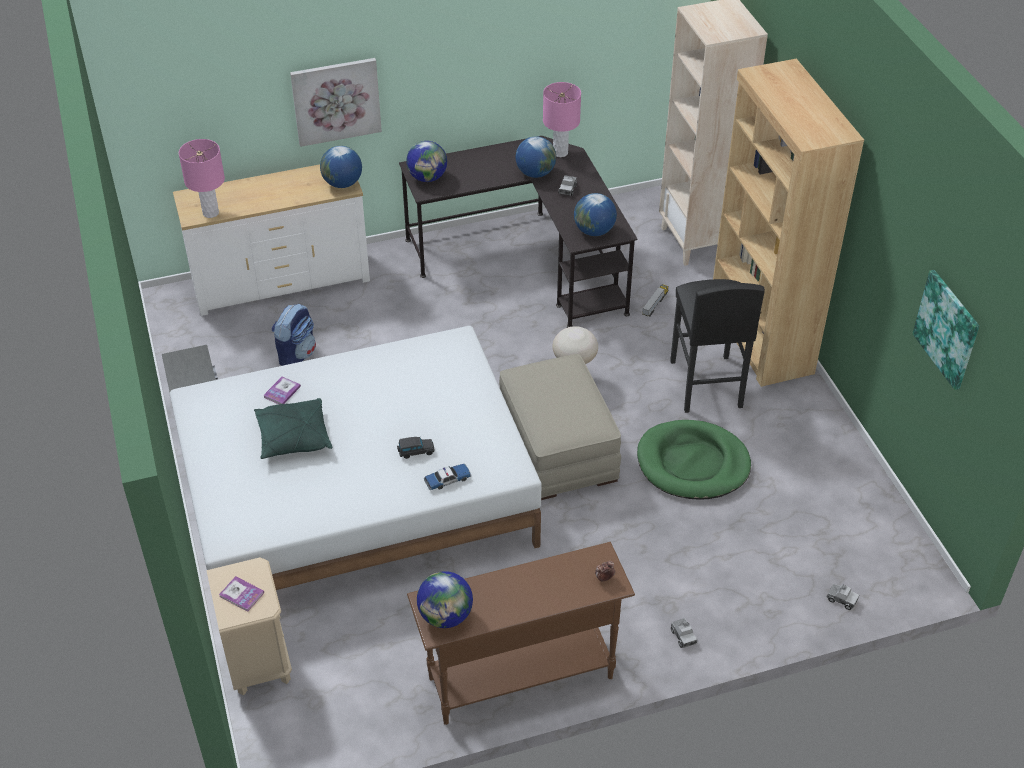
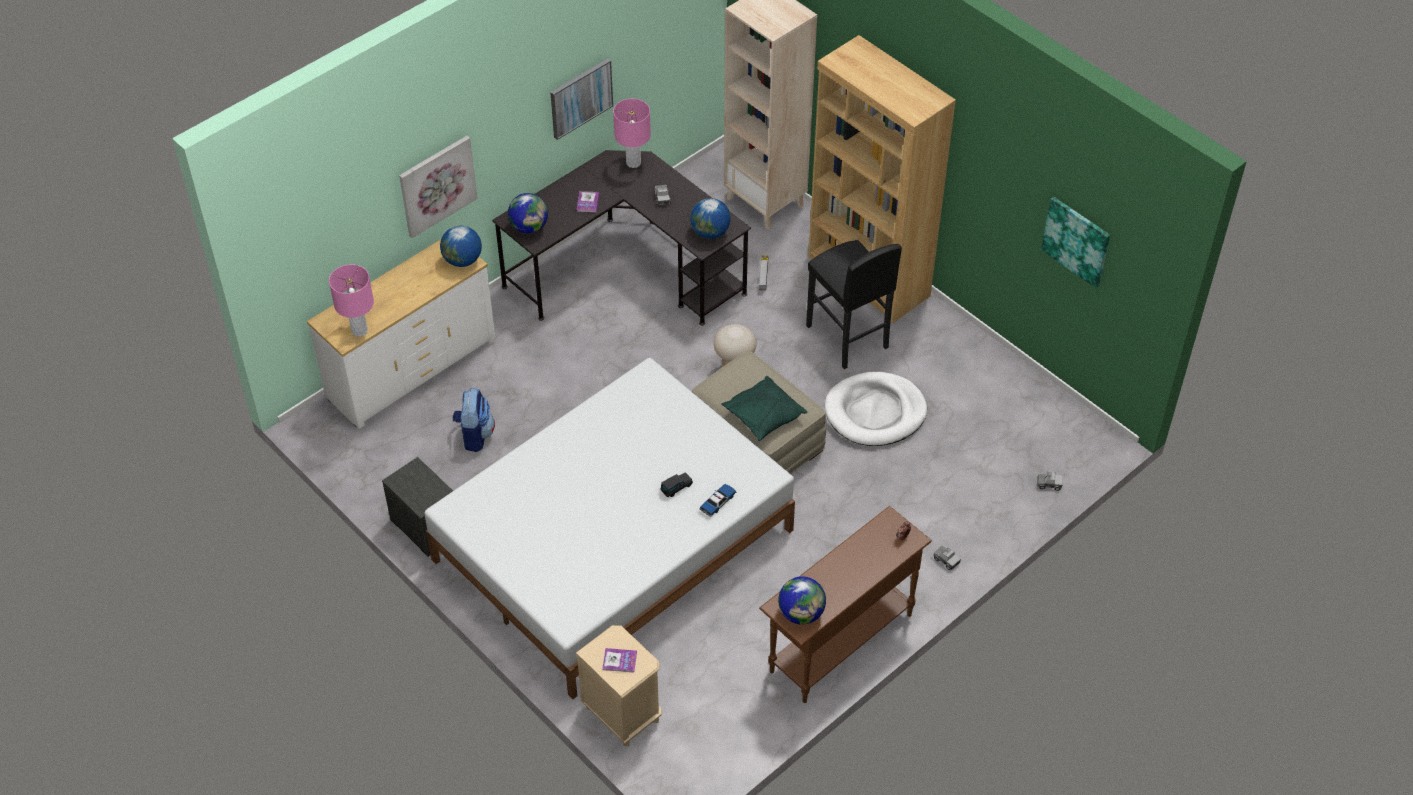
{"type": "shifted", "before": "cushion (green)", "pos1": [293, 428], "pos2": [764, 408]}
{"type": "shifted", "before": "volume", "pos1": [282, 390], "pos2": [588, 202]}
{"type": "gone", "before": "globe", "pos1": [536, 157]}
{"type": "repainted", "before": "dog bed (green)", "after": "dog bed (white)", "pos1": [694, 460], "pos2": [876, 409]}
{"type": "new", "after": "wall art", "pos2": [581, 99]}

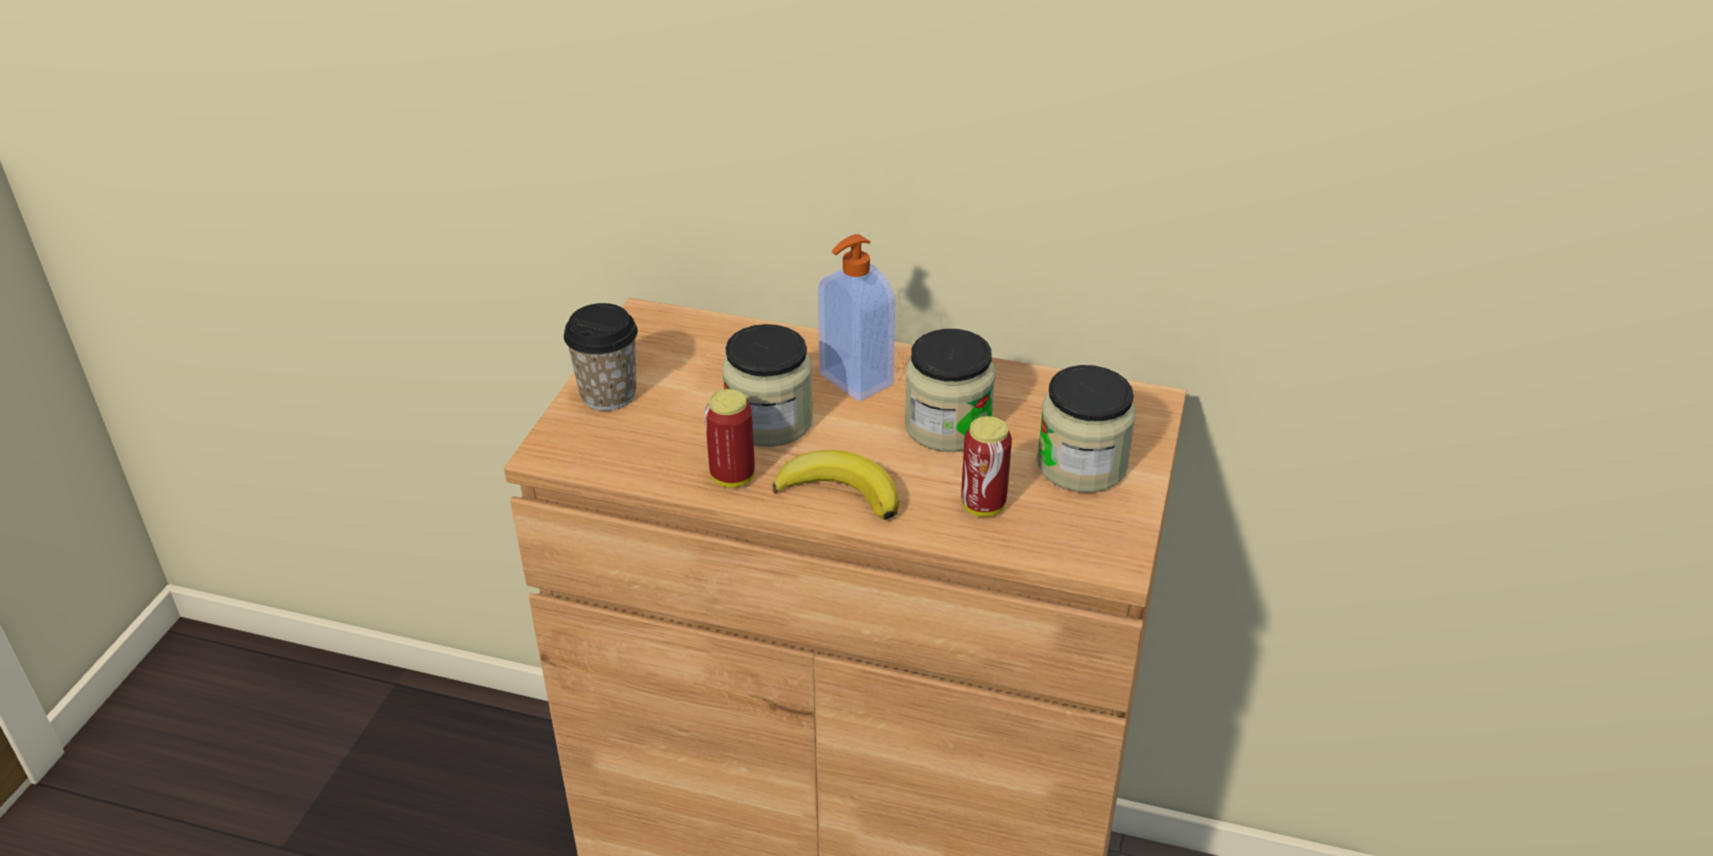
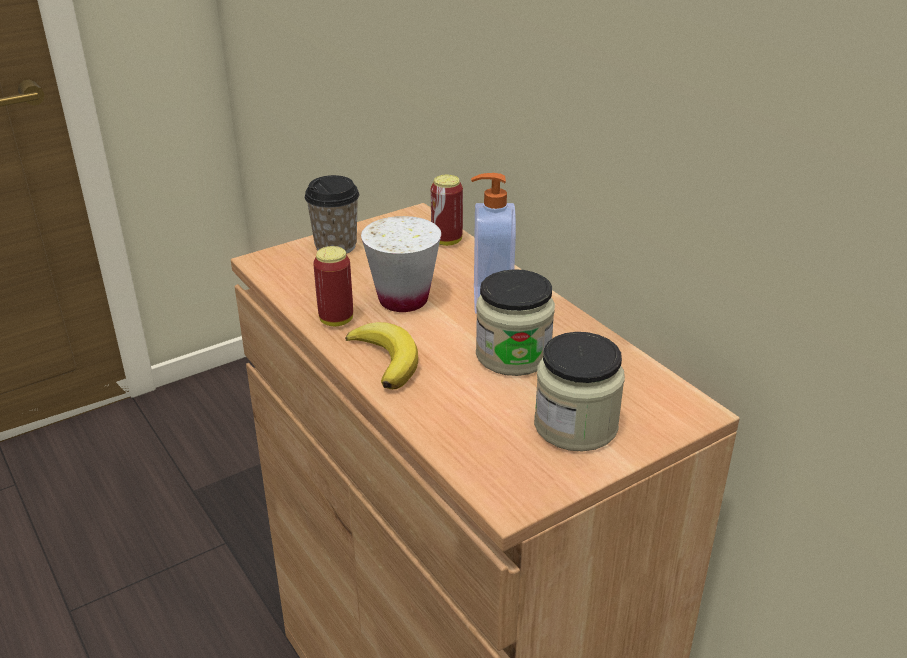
{"type": "swapped", "before": "preserve jar", "after": "drinking cup (white)", "pos1": [767, 385], "pos2": [401, 264]}
{"type": "shifted", "before": "metal can", "pos1": [986, 466], "pos2": [447, 210]}

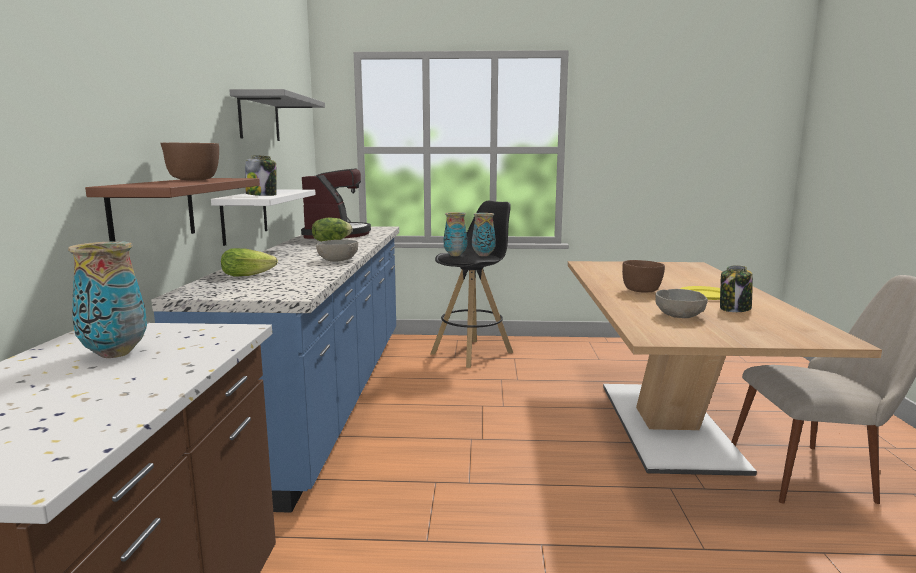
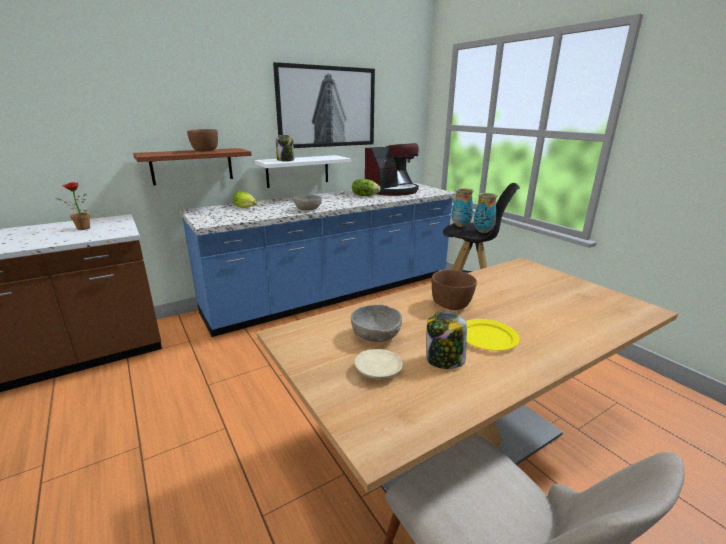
{"type": "swapped", "before": "decorative vase", "after": "houseplant", "pos1": [107, 299], "pos2": [73, 206]}
{"type": "swapped", "before": "wall shelf (gray)", "after": "wall art", "pos1": [277, 115], "pos2": [324, 105]}
{"type": "new", "after": "dinner plate (beige-coloured)", "pos2": [379, 364]}

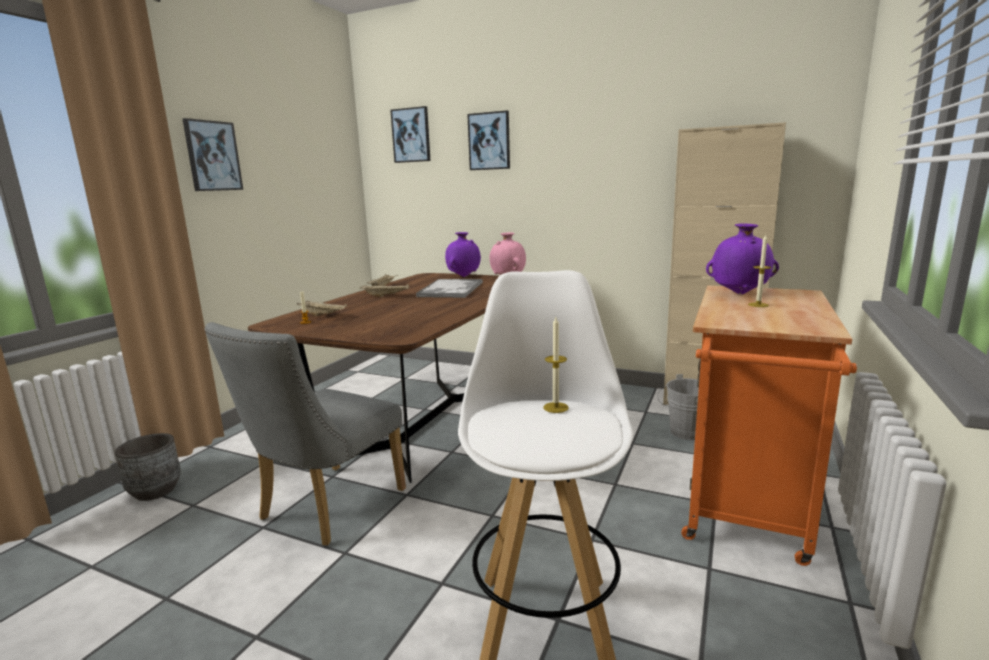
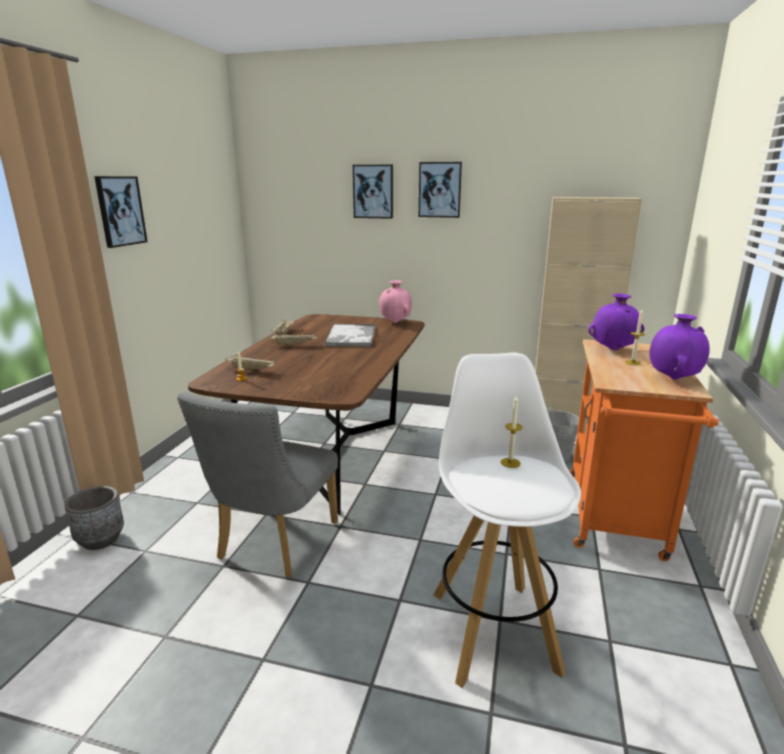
{"type": "shifted", "before": "wall art", "pos1": [410, 134], "pos2": [440, 190]}
{"type": "shifted", "before": "decorative vase (purplish)", "pos1": [463, 254], "pos2": [679, 347]}

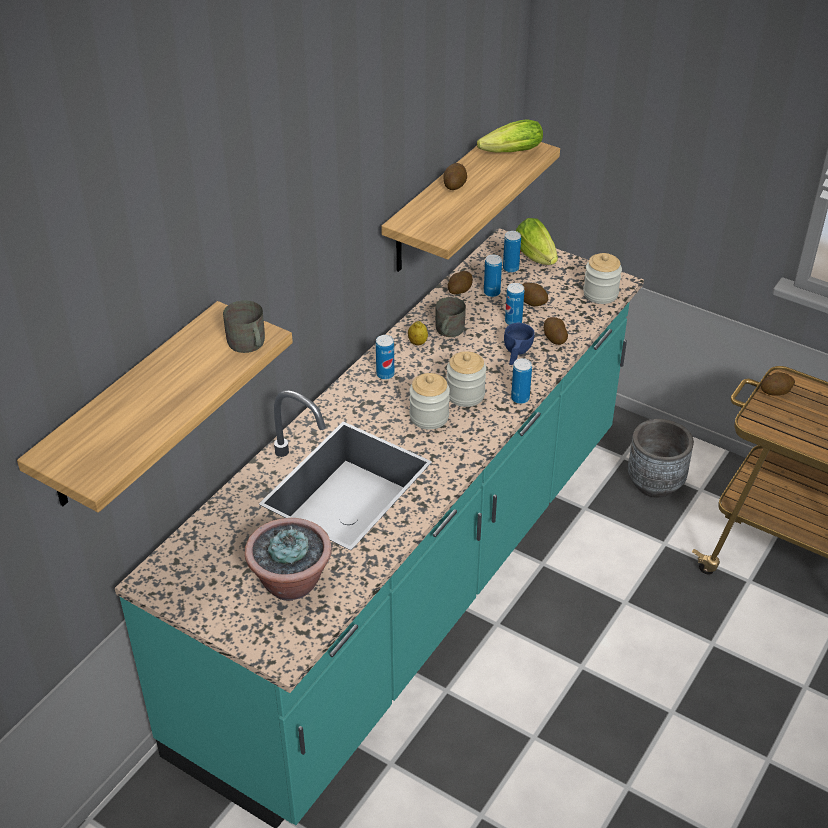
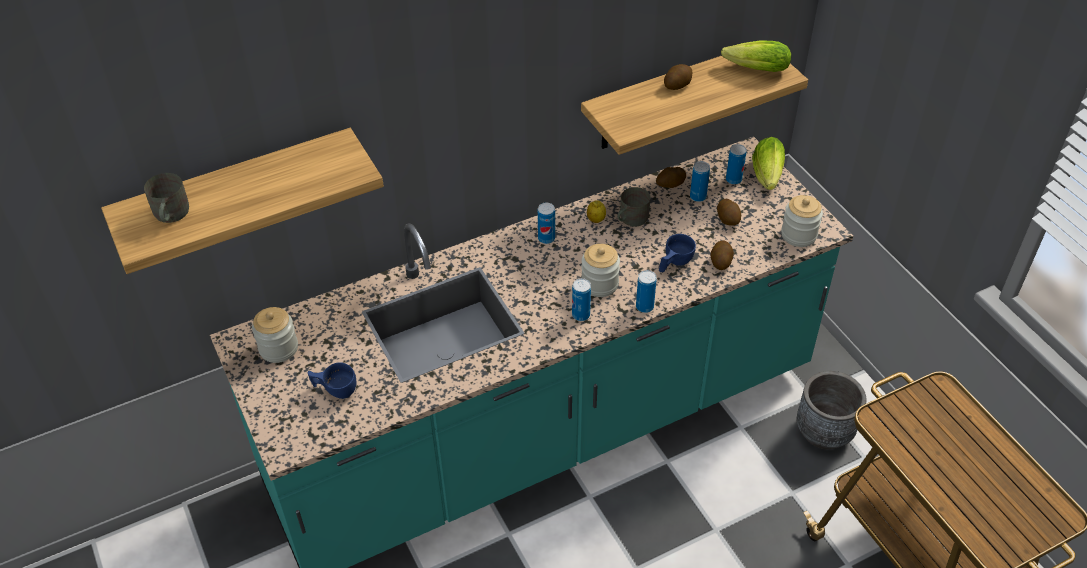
{"type": "shifted", "before": "tea mug (gray)", "pos1": [244, 326], "pos2": [166, 198]}
{"type": "swapped", "before": "houseplant", "after": "drinking cup (blue-coloured)", "pos1": [288, 559], "pos2": [332, 380]}
{"type": "shifted", "before": "preserve jar", "pos1": [429, 401], "pos2": [275, 335]}
{"type": "shifted", "before": "metal can", "pos1": [514, 304], "pos2": [581, 299]}
{"type": "gone", "before": "spud", "pos1": [778, 384]}

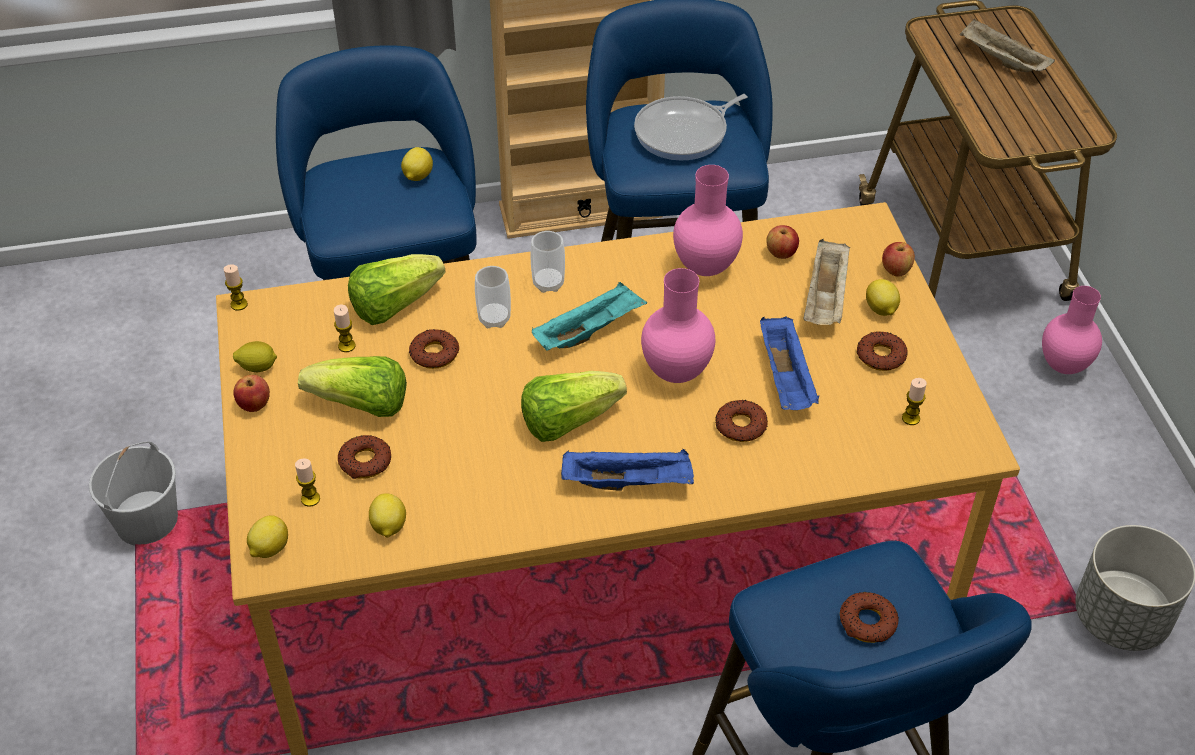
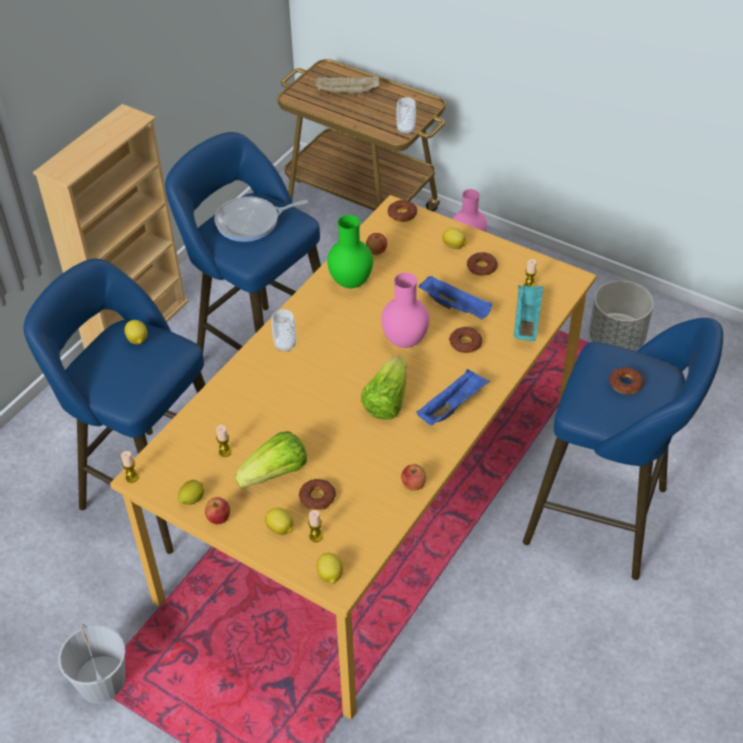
{"type": "gone", "before": "lettuce head", "pos1": [397, 289]}
{"type": "shifted", "before": "whole lemon", "pos1": [387, 516], "pos2": [279, 521]}
{"type": "shifted", "before": "donut", "pos1": [434, 349], "pos2": [402, 211]}
{"type": "shifted", "before": "drinking cup", "pos1": [493, 297], "pos2": [406, 115]}
{"type": "shifted", "before": "carrying tray (turquoise-coloured)", "pos1": [589, 316], "pos2": [529, 313]}
{"type": "rotated", "before": "pan", "pos1": [691, 127], "pos2": [261, 219], "turn": 60}
{"type": "repainted", "before": "decorative vase (pink)", "after": "decorative vase (green)", "pos1": [708, 220], "pos2": [350, 251]}
{"type": "gone", "before": "carrying tray (beige-coloured)", "pos1": [827, 282]}
{"type": "shifted", "before": "apple", "pos1": [898, 259], "pos2": [413, 477]}

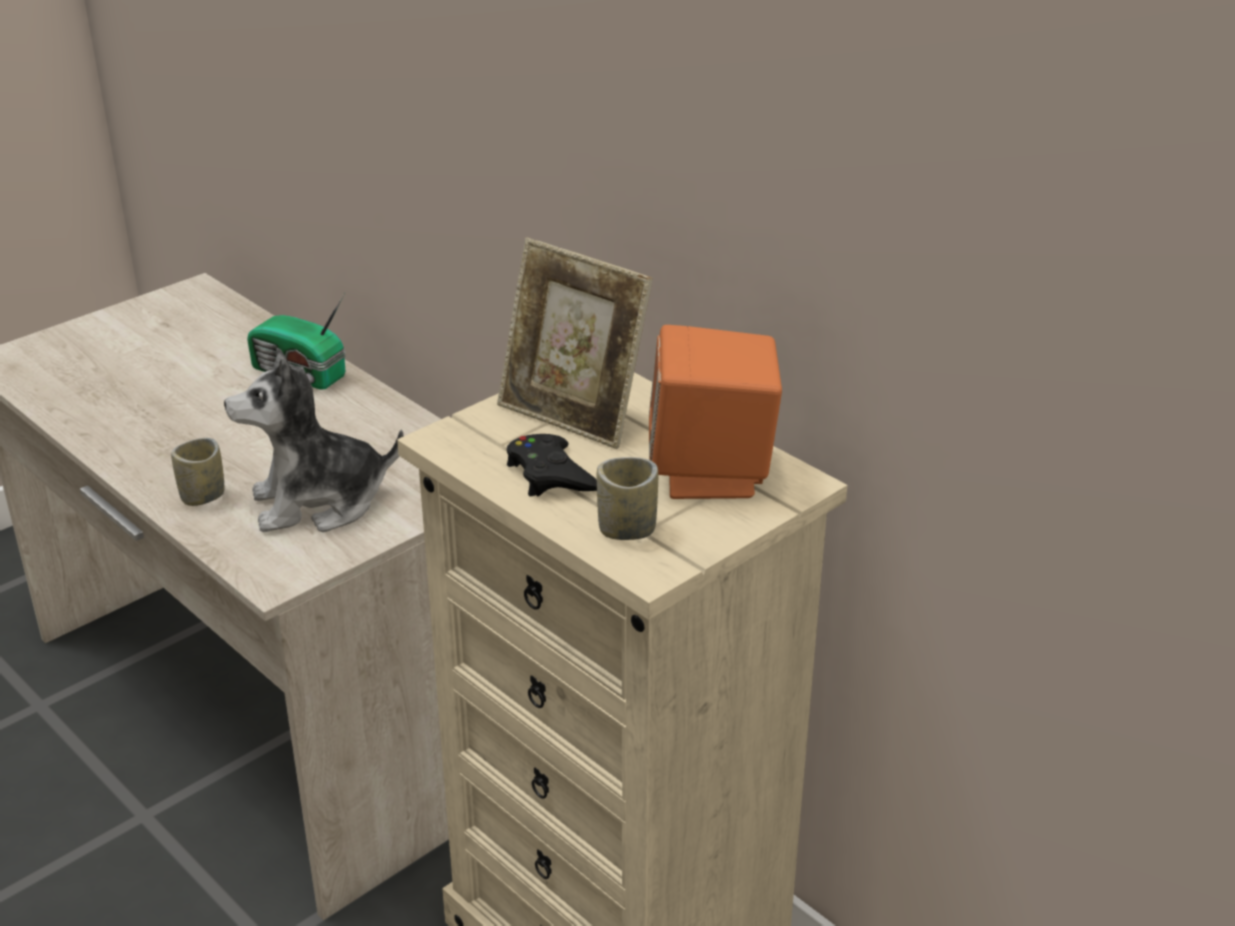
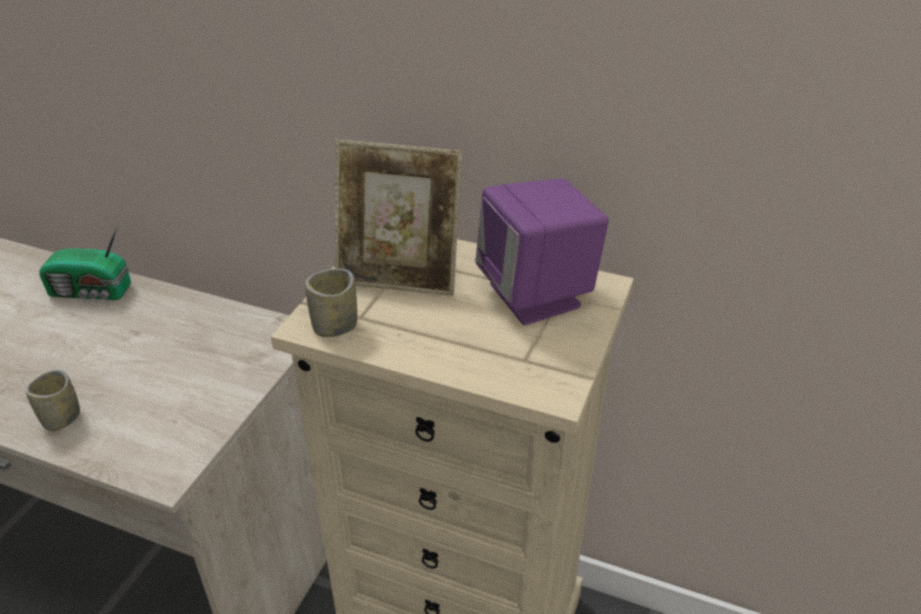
{"type": "gone", "before": "soft toy", "pos1": [314, 440]}
{"type": "gone", "before": "joypad (black)", "pos1": [552, 465]}
{"type": "shifted", "before": "drinking cup", "pos1": [627, 498], "pos2": [331, 302]}
{"type": "repainted", "before": "speaker (orange)", "after": "speaker (purplish)", "pos1": [715, 412], "pos2": [542, 251]}

